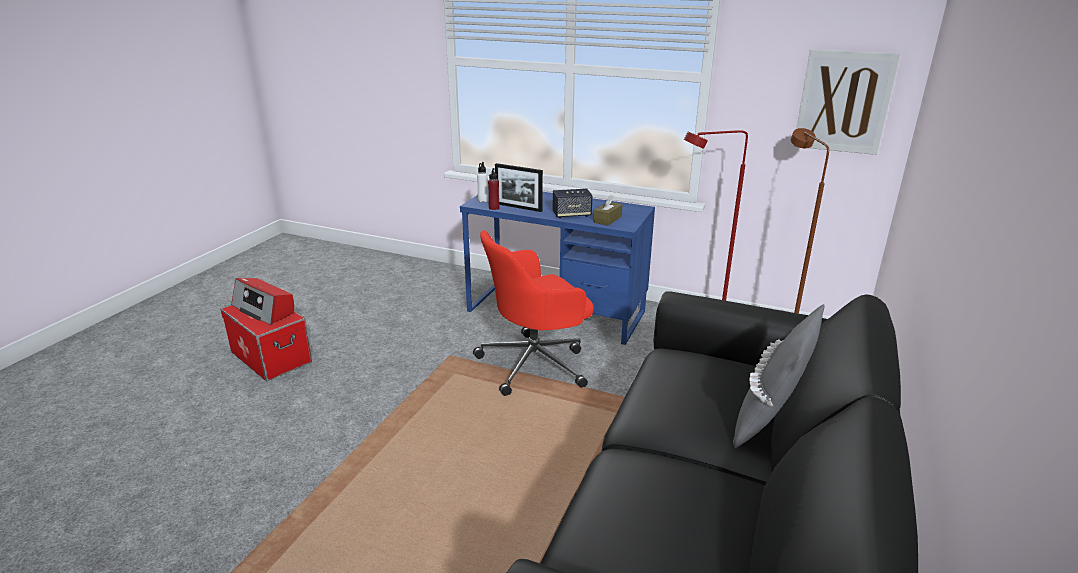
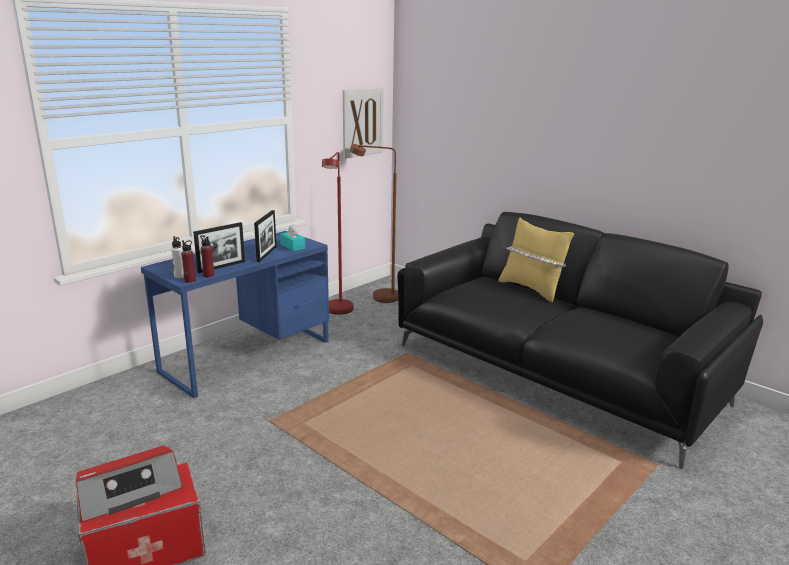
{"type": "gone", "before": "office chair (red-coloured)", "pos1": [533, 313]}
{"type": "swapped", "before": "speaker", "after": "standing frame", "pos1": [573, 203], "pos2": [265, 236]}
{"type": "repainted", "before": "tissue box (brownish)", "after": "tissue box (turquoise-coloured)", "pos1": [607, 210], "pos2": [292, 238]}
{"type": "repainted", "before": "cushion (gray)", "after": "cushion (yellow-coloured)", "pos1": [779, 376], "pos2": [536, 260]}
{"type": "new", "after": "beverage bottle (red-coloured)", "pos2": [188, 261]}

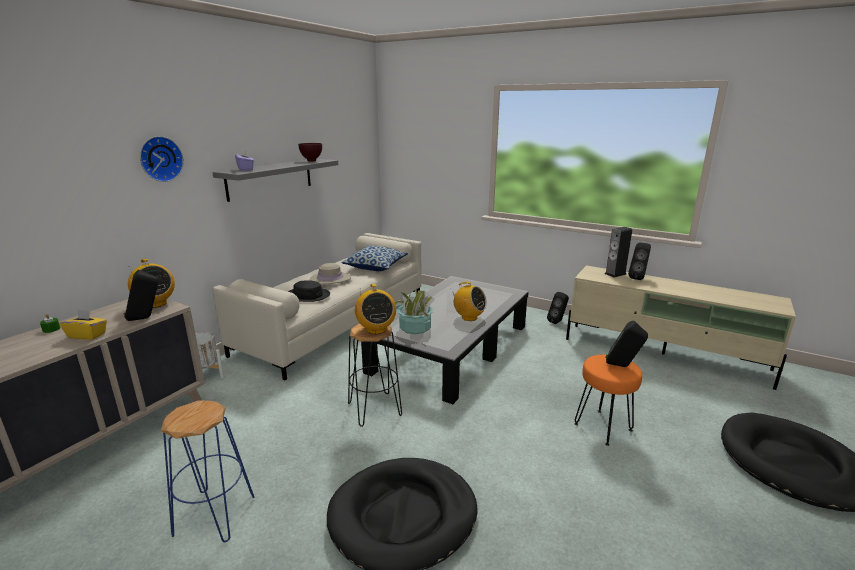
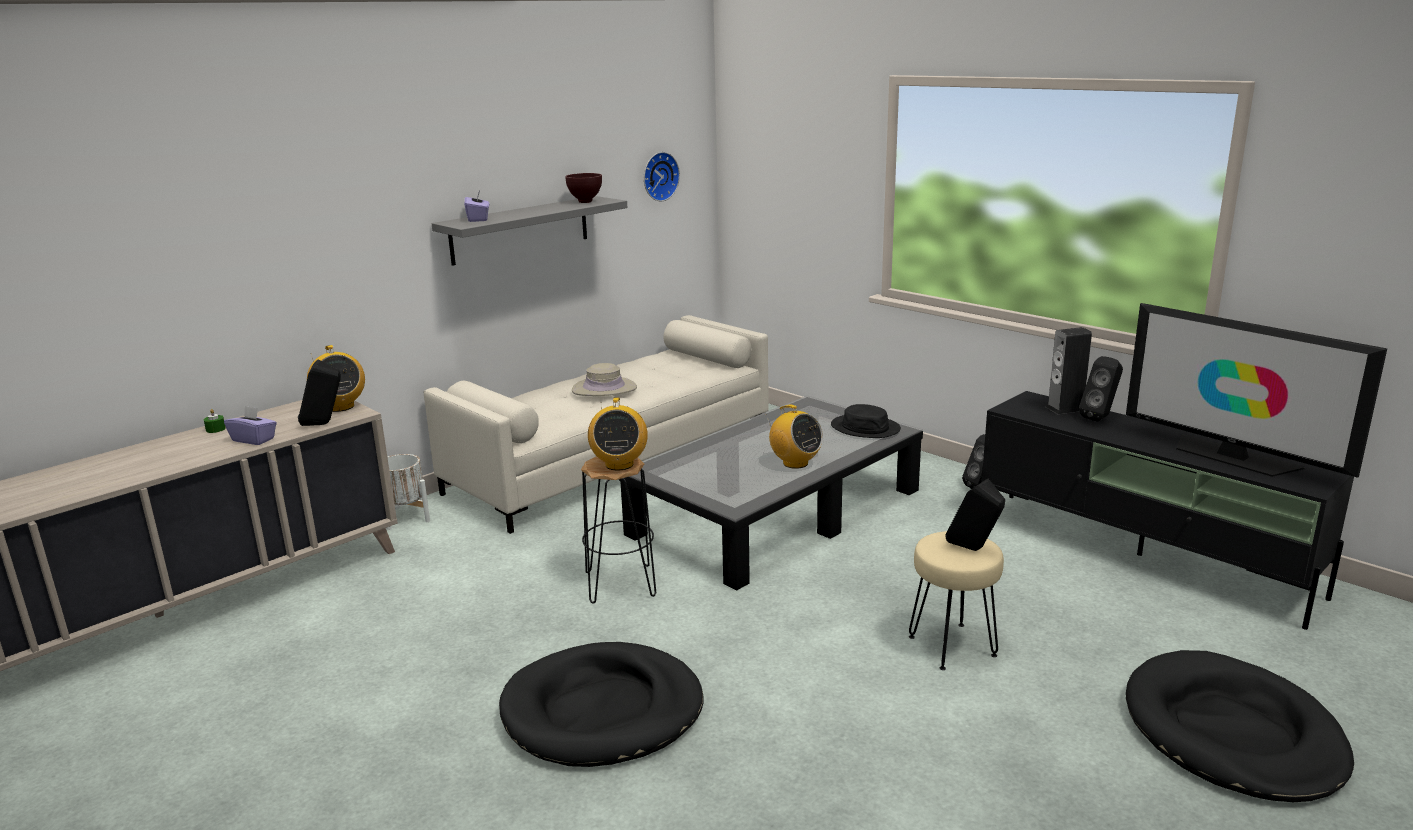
{"type": "repainted", "before": "tissue box (yellow-coloured)", "after": "tissue box (purplish)", "pos1": [83, 324], "pos2": [250, 425]}
{"type": "shifted", "before": "clock on the wall", "pos1": [162, 159], "pos2": [662, 176]}
{"type": "gone", "before": "stool (blue-coloured)", "pos1": [207, 471]}
{"type": "shifted", "before": "hat (black)", "pos1": [309, 291], "pos2": [866, 421]}
{"type": "gone", "before": "cushion", "pos1": [375, 258]}
{"type": "gone", "before": "houseplant", "pos1": [415, 311]}
{"type": "repainted", "before": "tv unit (beige-coloured)", "after": "tv unit (black)", "pos1": [681, 327], "pos2": [1167, 510]}
{"type": "repainted", "before": "stool (orange)", "after": "stool (beige-coloured)", "pos1": [608, 400], "pos2": [956, 600]}
{"type": "new", "after": "television", "pos2": [1256, 390]}

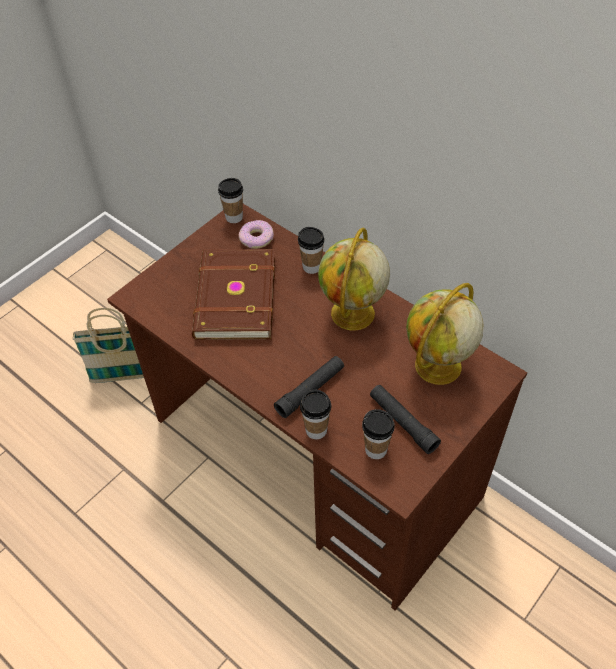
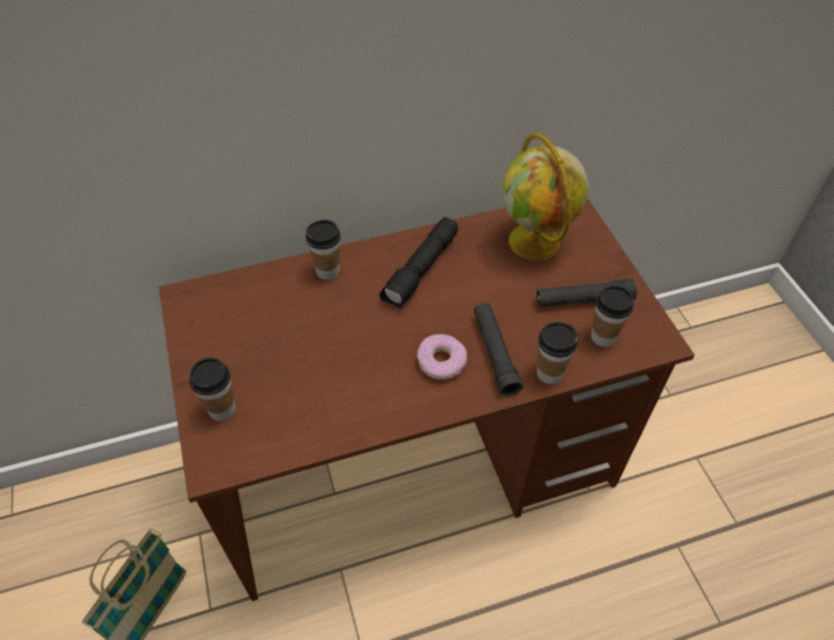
{"type": "gone", "before": "volume (brownish)", "pos1": [233, 294]}
{"type": "shifted", "before": "drinking cup", "pos1": [230, 200], "pos2": [212, 389]}
{"type": "shifted", "before": "donut", "pos1": [256, 234], "pos2": [442, 357]}
{"type": "swapped", "before": "globe", "after": "hand torch (black)", "pos1": [354, 279], "pos2": [418, 263]}

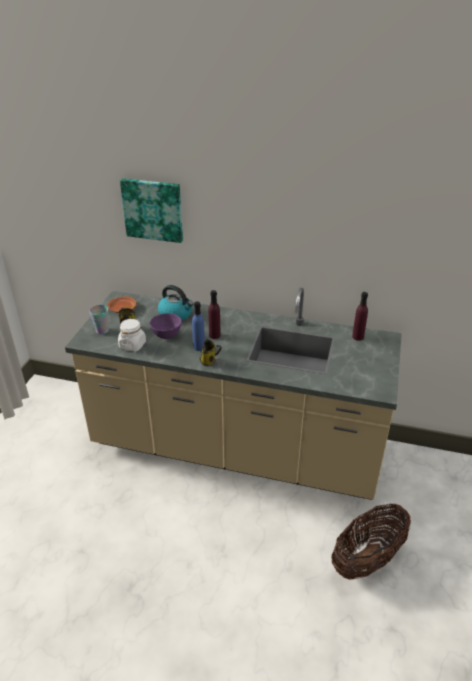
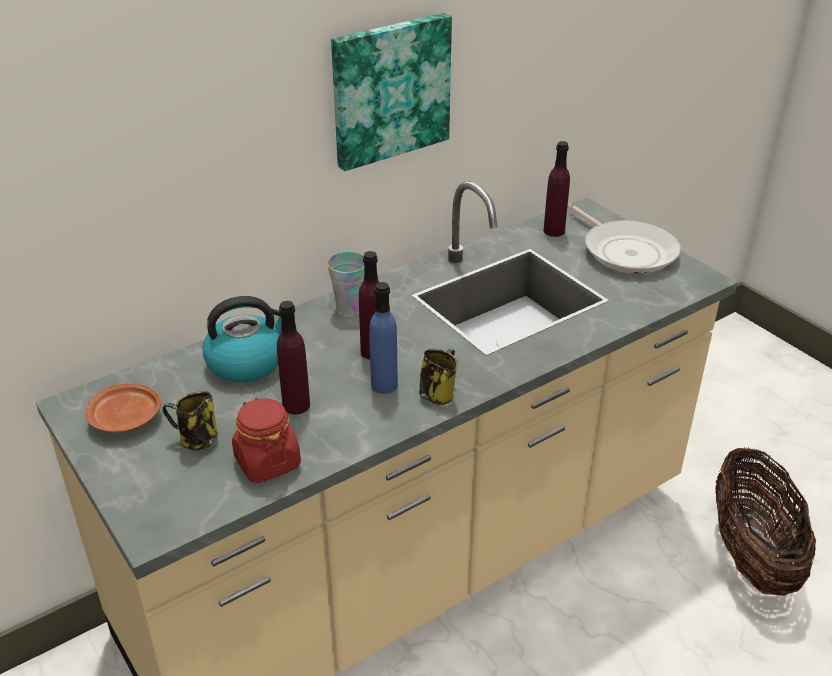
{"type": "shifted", "before": "drinking cup", "pos1": [99, 319], "pos2": [346, 283]}
{"type": "repainted", "before": "preserve jar (white)", "after": "preserve jar (red-coloured)", "pos1": [132, 335], "pos2": [266, 440]}
{"type": "shifted", "before": "wall art", "pos1": [151, 210], "pos2": [391, 92]}
{"type": "swapped", "before": "bowl (purplish)", "after": "beverage bottle (purplish)", "pos1": [166, 326], "pos2": [293, 358]}
{"type": "new", "after": "pan", "pos2": [624, 238]}

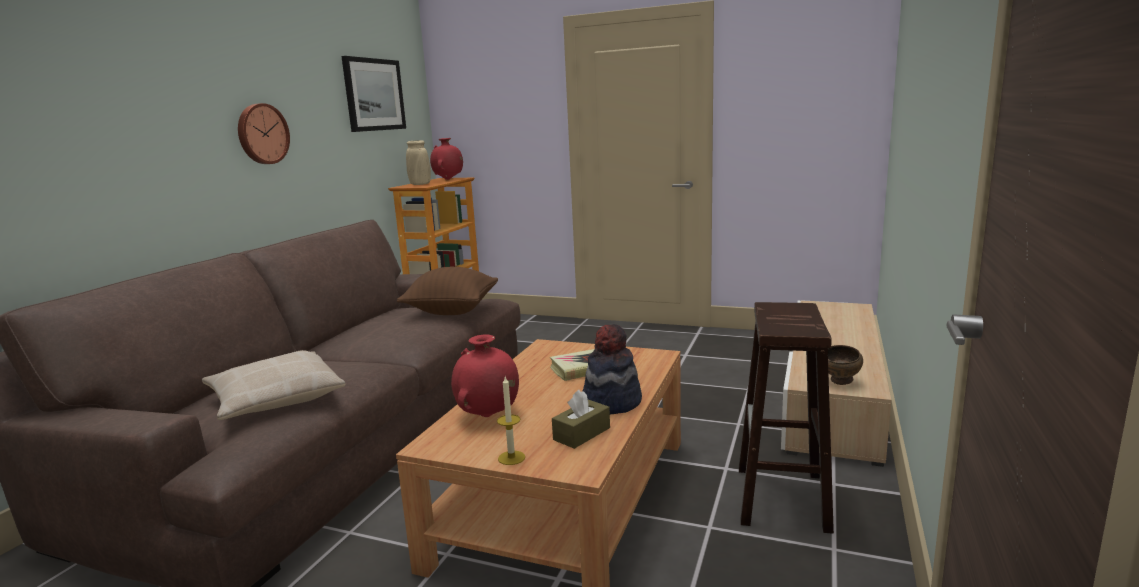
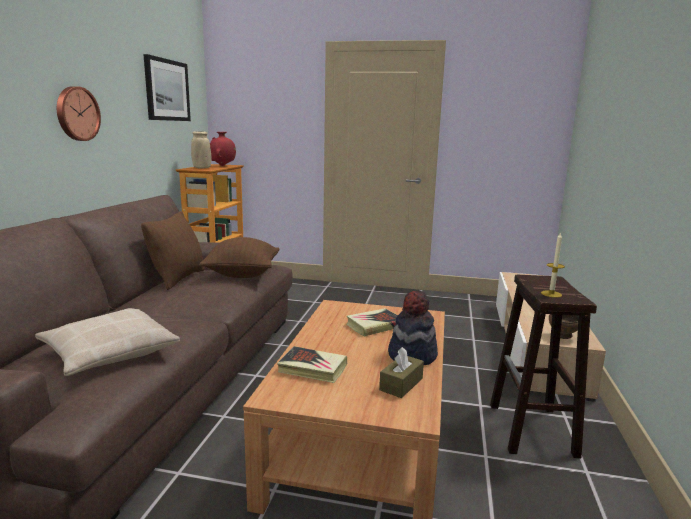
{"type": "swapped", "before": "decorative vase (red-coloured)", "after": "volume", "pos1": [485, 376], "pos2": [312, 364]}
{"type": "shifted", "before": "wax candle", "pos1": [511, 421], "pos2": [553, 265]}
{"type": "new", "after": "cushion (brownish)", "pos2": [173, 250]}

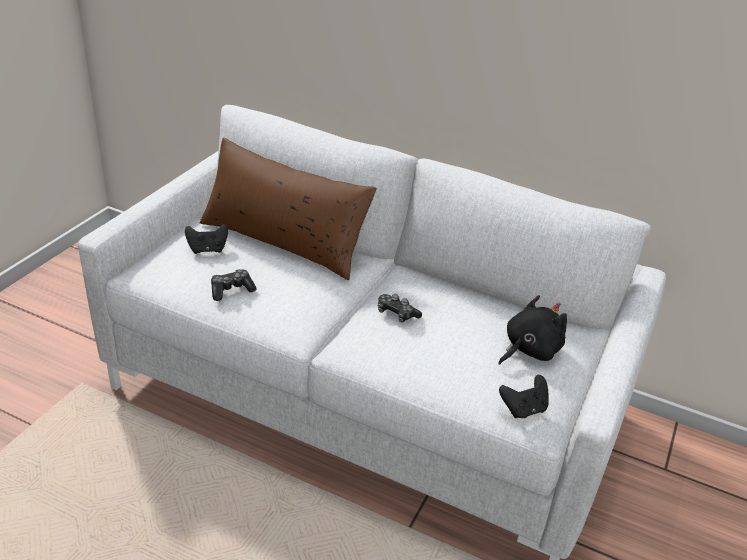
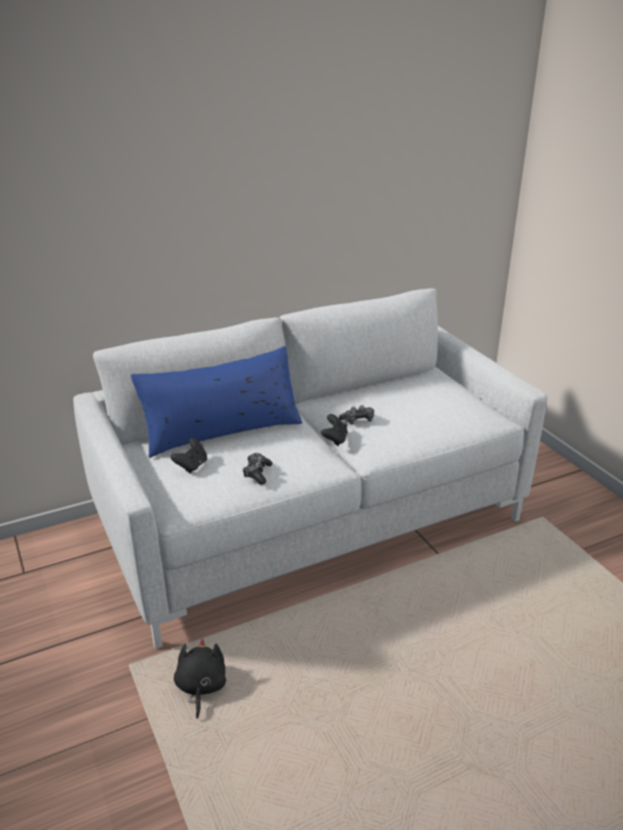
{"type": "repainted", "before": "cushion (brownish)", "after": "cushion (blue-coloured)", "pos1": [288, 208], "pos2": [216, 402]}
{"type": "shifted", "before": "soft toy (black)", "pos1": [533, 330], "pos2": [200, 678]}
{"type": "shifted", "before": "joypad (black)", "pos1": [524, 396], "pos2": [334, 430]}

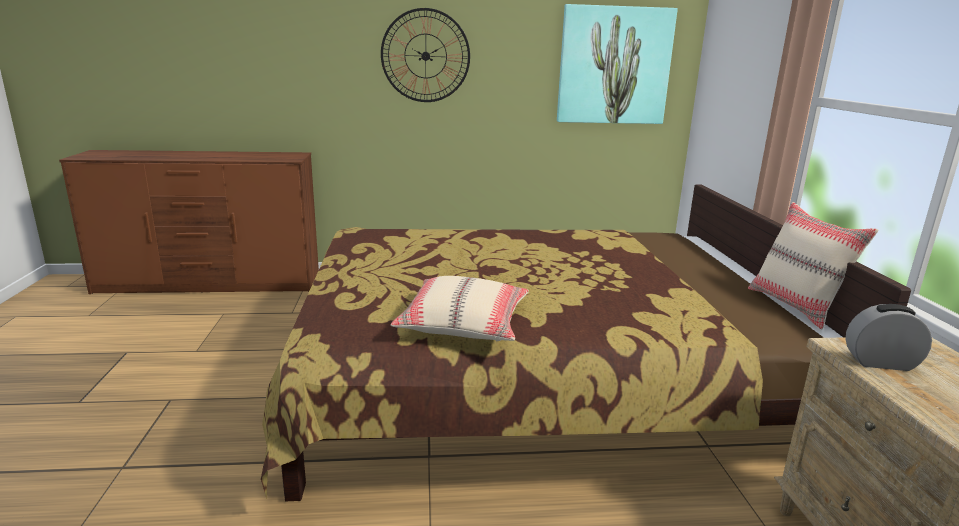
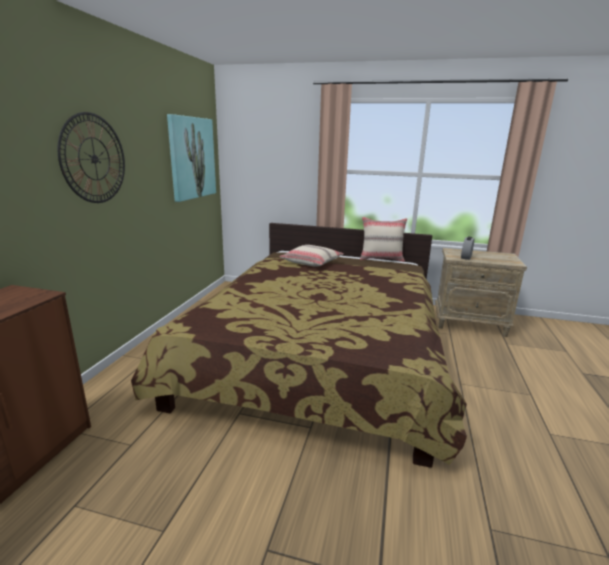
{"type": "shifted", "before": "cushion (beige-coloured)", "pos1": [460, 309], "pos2": [312, 256]}

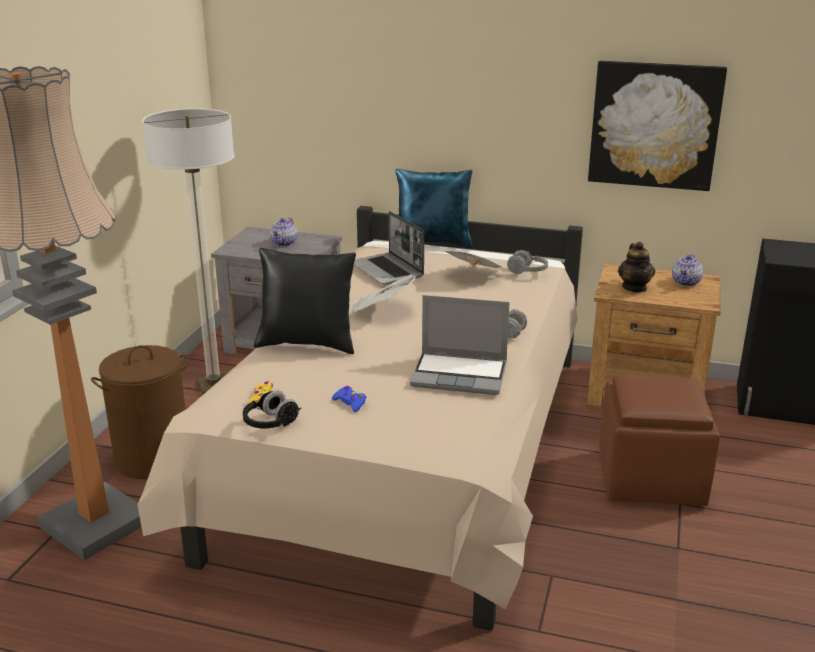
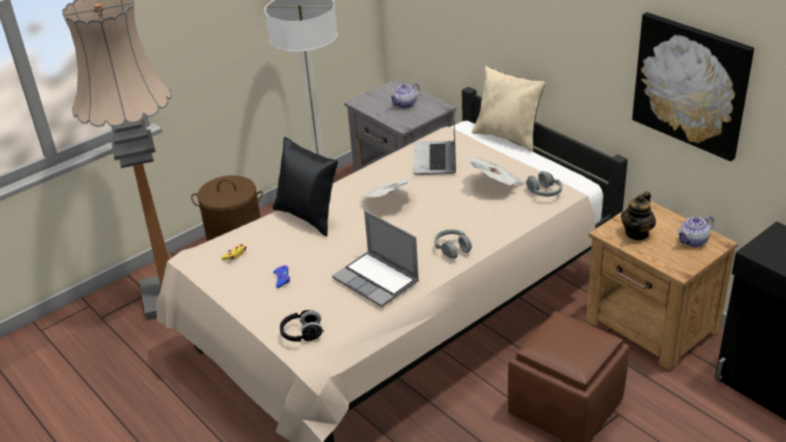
{"type": "shifted", "before": "headphones (black)", "pos1": [272, 409], "pos2": [302, 326]}
{"type": "repainted", "before": "cushion (blue-coloured)", "after": "cushion (beige-coloured)", "pos1": [434, 208], "pos2": [509, 109]}

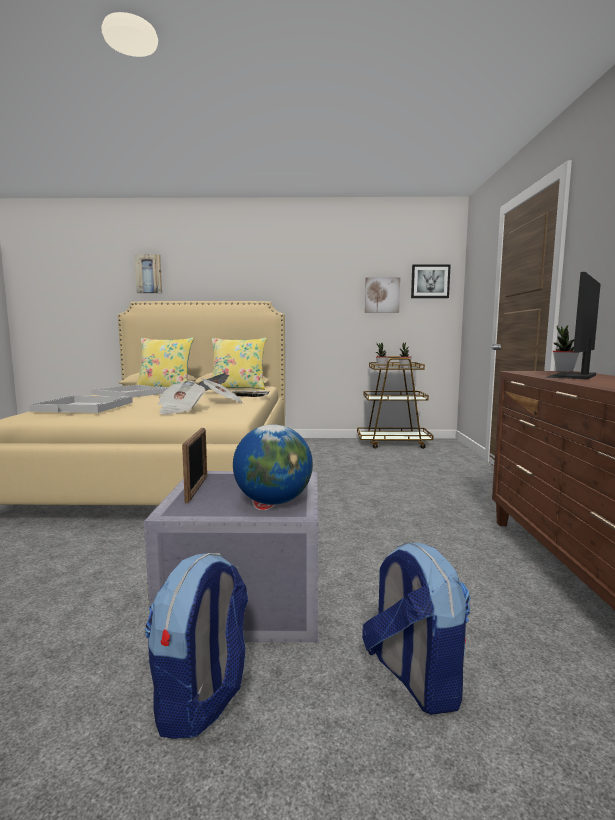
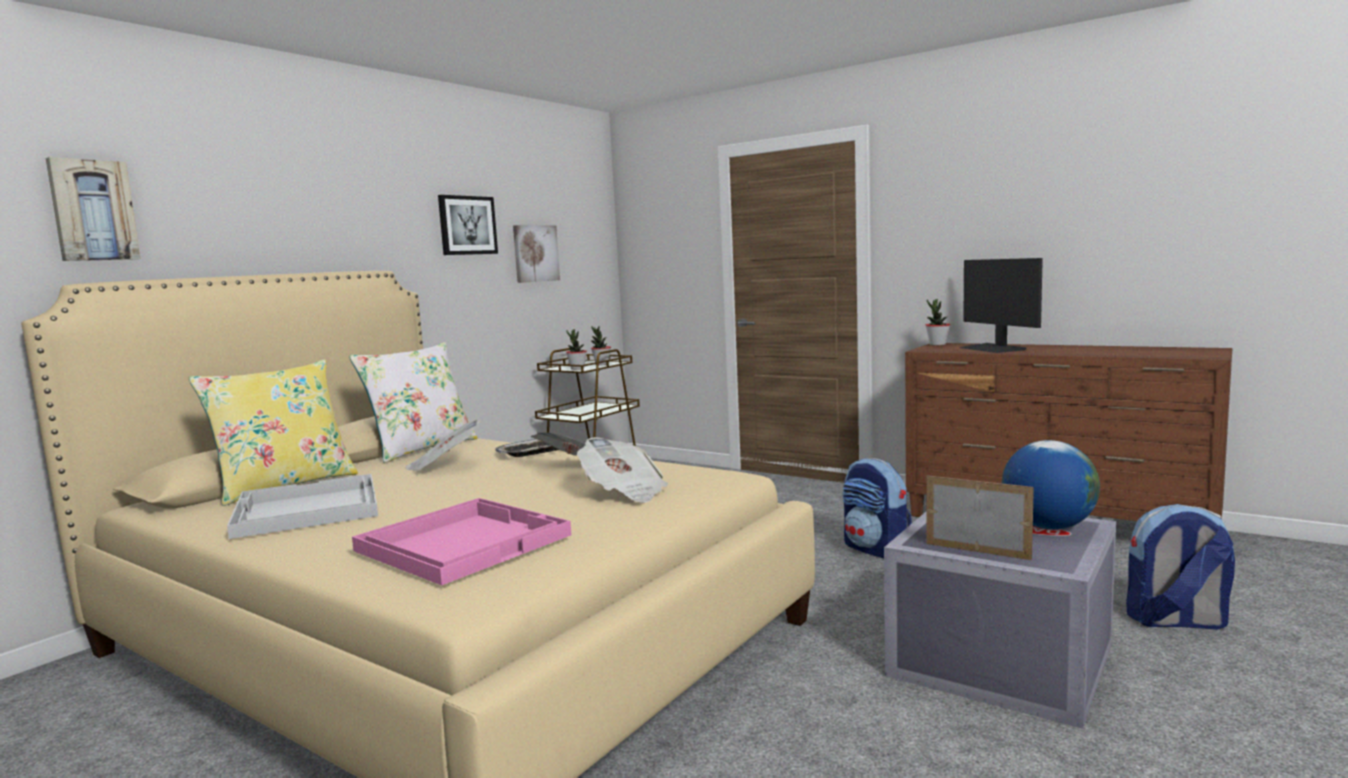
{"type": "repainted", "before": "carrying tray (white)", "after": "carrying tray (pink)", "pos1": [81, 404], "pos2": [461, 541]}
{"type": "shifted", "before": "backpack", "pos1": [196, 646], "pos2": [877, 508]}
{"type": "repainted", "before": "cushion (yellow-coloured)", "after": "cushion (white)", "pos1": [238, 364], "pos2": [413, 402]}
{"type": "shifted", "before": "wall art", "pos1": [431, 281], "pos2": [468, 225]}

